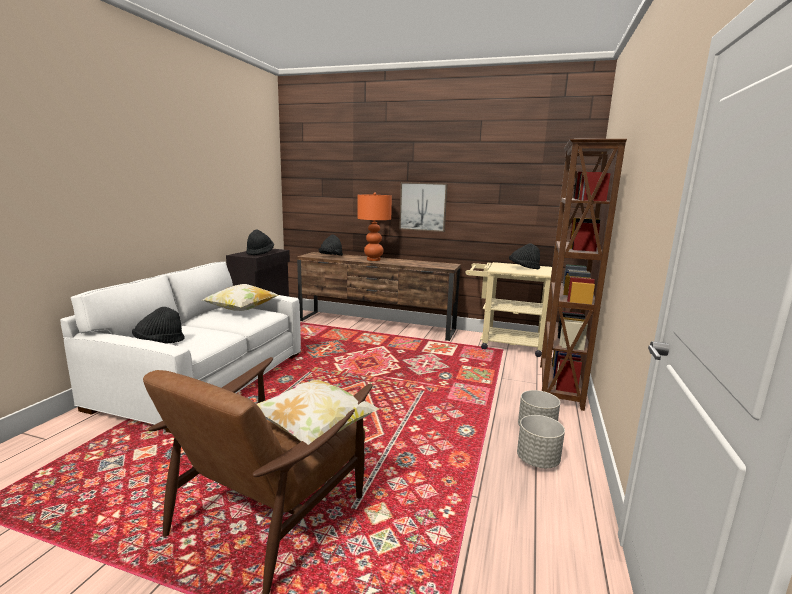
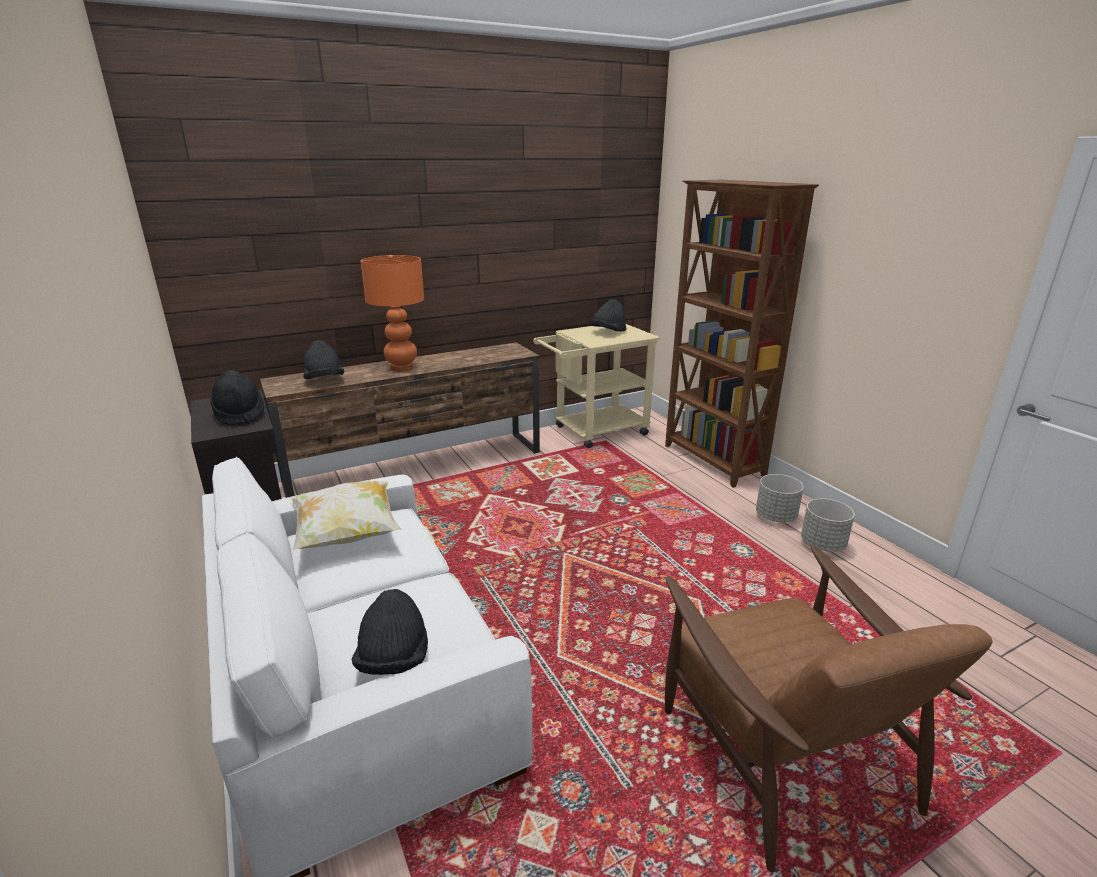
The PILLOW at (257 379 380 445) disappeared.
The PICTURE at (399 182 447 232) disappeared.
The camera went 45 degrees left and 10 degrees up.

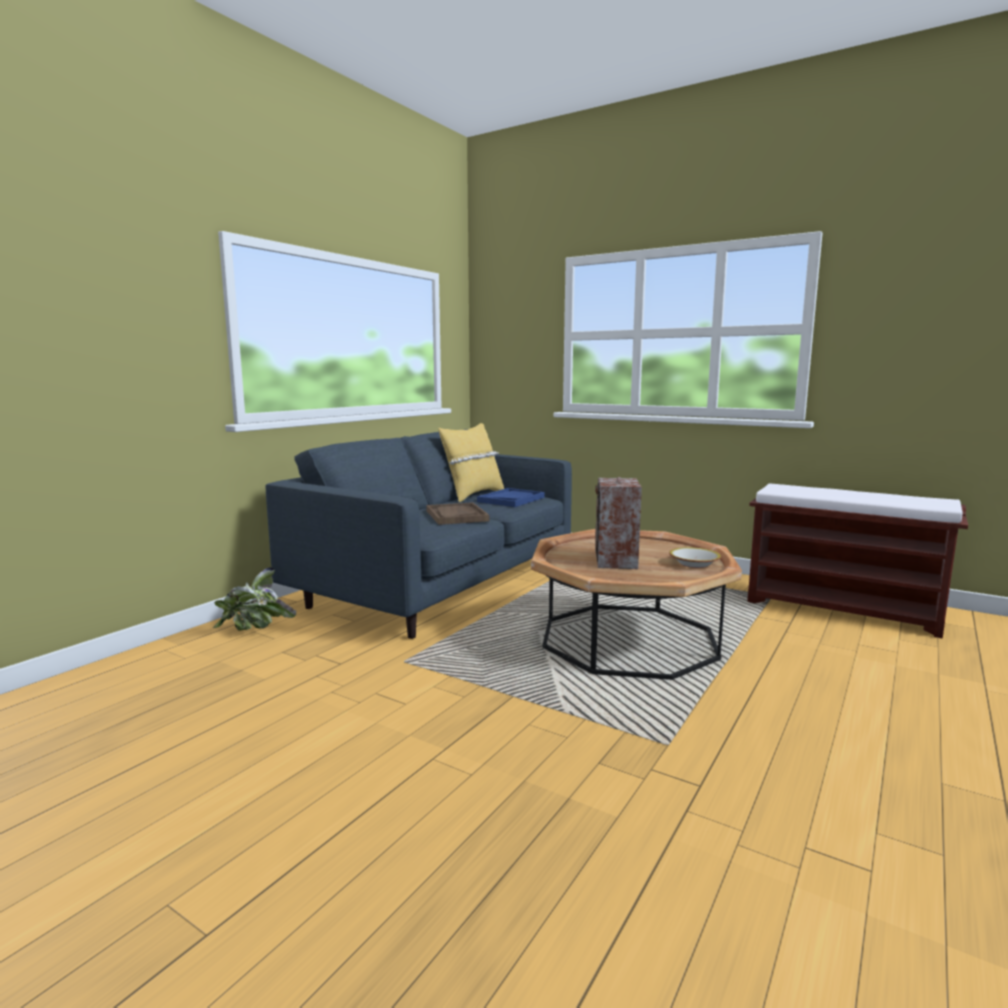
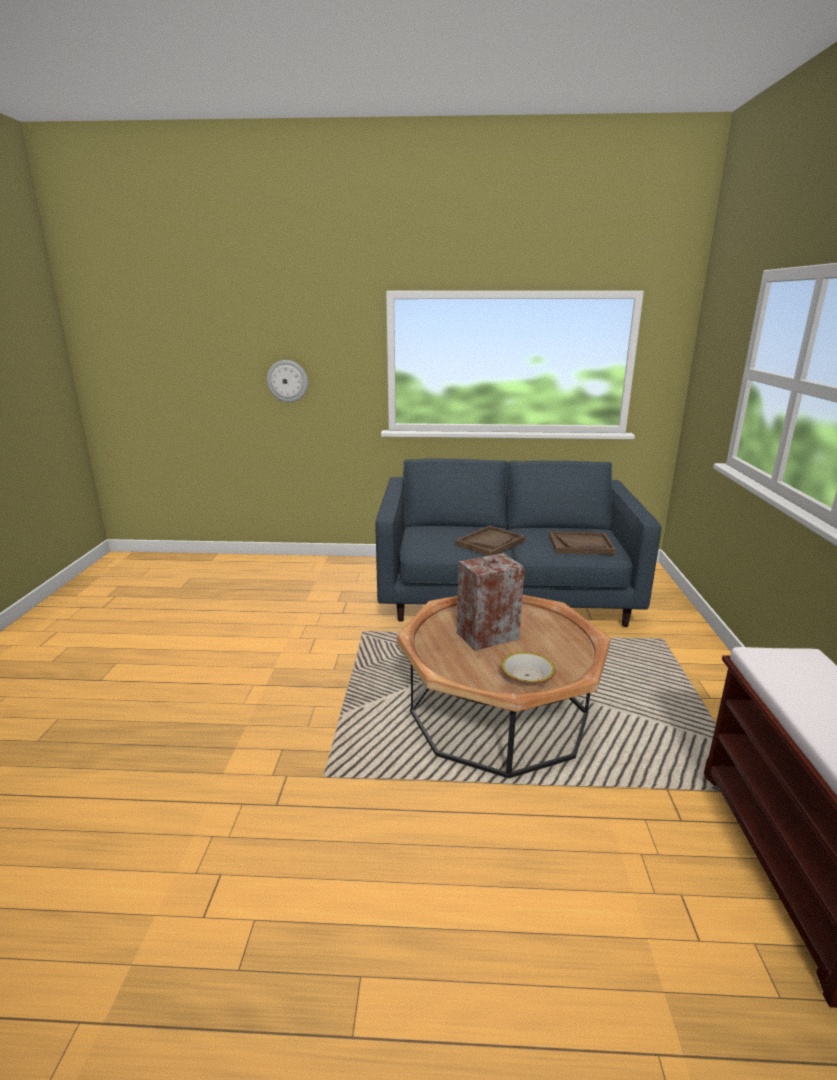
The WALL CLOCK at (267 360 308 402) appeared.
The BLUE TRAY at (477 488 545 507) became the BROWN TRAY at (549 531 616 555).
The POTTED PLANT at (213 567 296 631) disappeared.
The YELLOW PILLOW at (438 423 504 502) disappeared.
The camera went 60 degrees right and 10 degrees up.

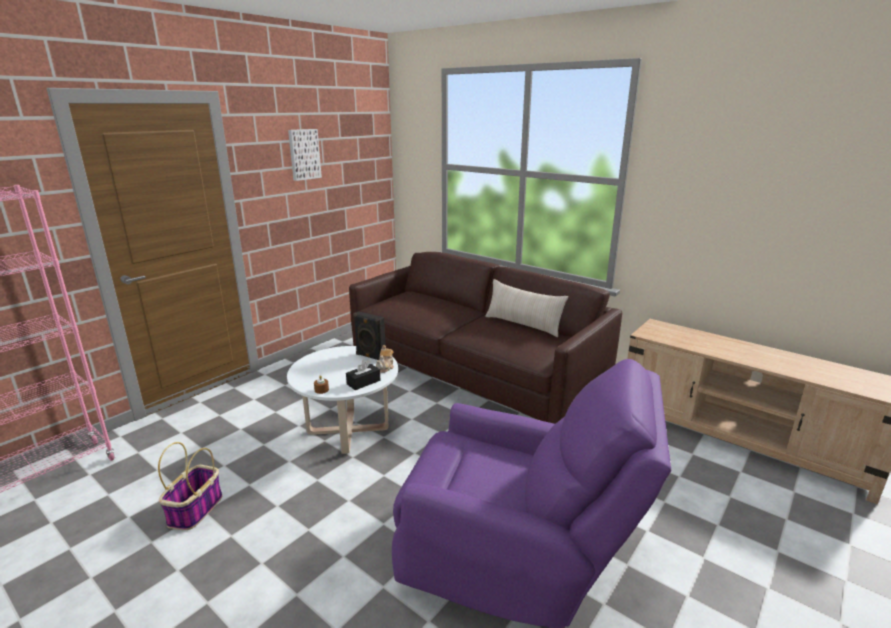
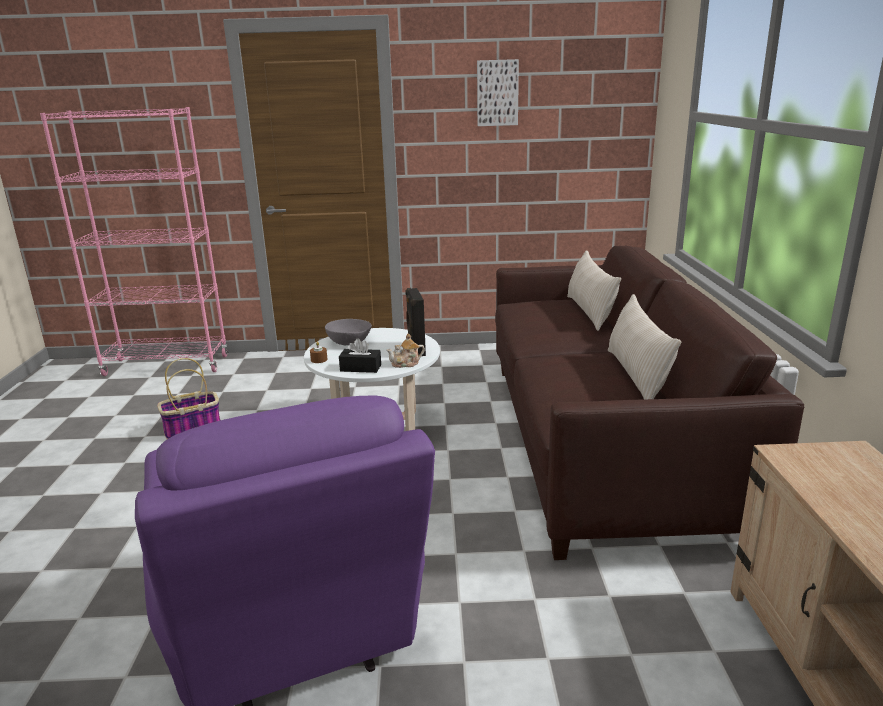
The GREY BOWL at (325 319 372 345) appeared.
The BEIGE PILLOW at (567 250 621 331) appeared.
The camera went 50 degrees right and 0 degrees up.

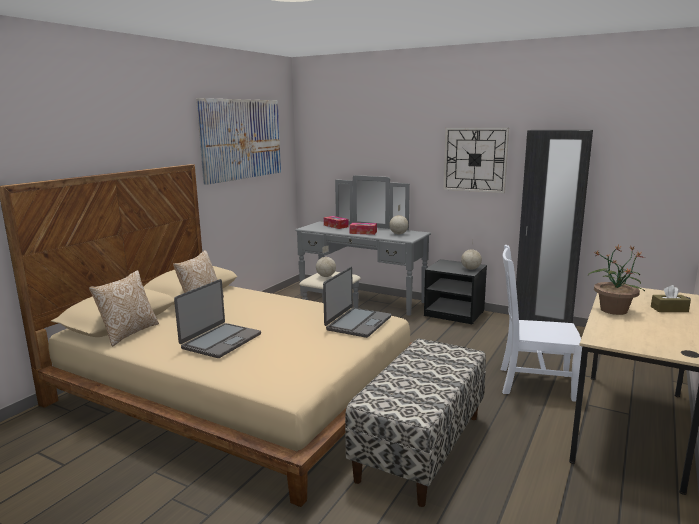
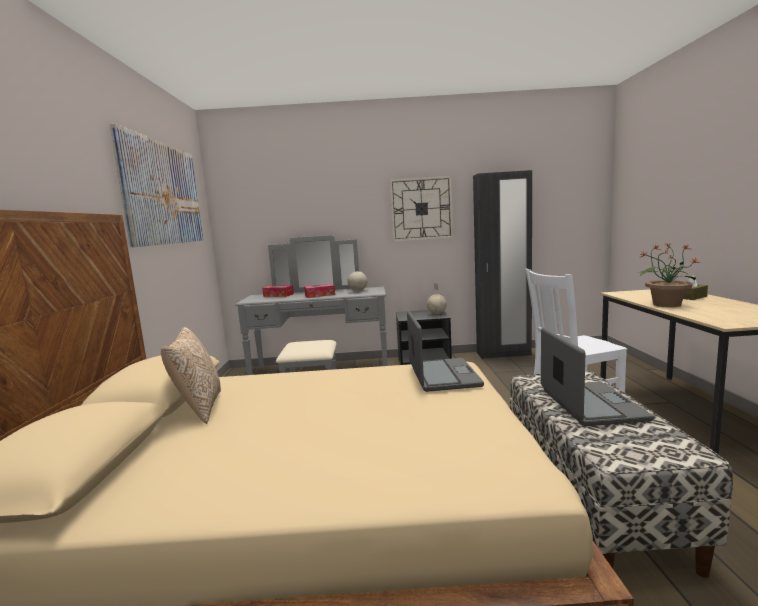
The LAPTOP moved from (174 279 261 358) to (541 327 654 426).
The PILLOW at (89 270 159 347) disappeared.
The GLOBE at (316 246 336 277) disappeared.
The camera went 30 degrees left and 5 degrees down.

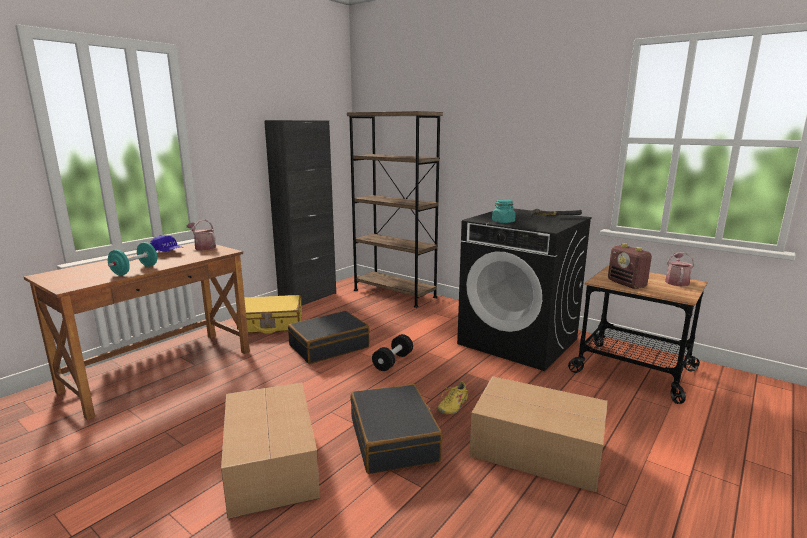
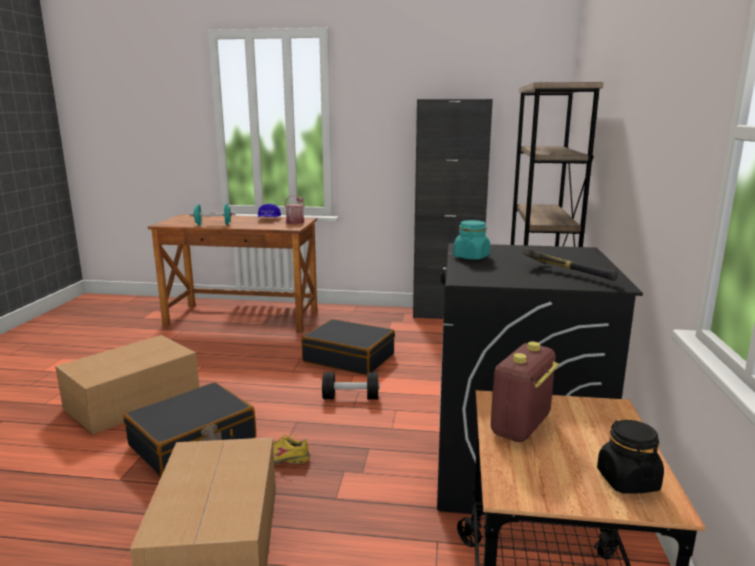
The WATERING CAN at (665 252 694 287) was replaced by the BLACK JAR at (597 420 664 494).
The YELLOW SUITCASE at (236 295 302 334) disappeared.
The camera went 60 degrees right and 0 degrees up.

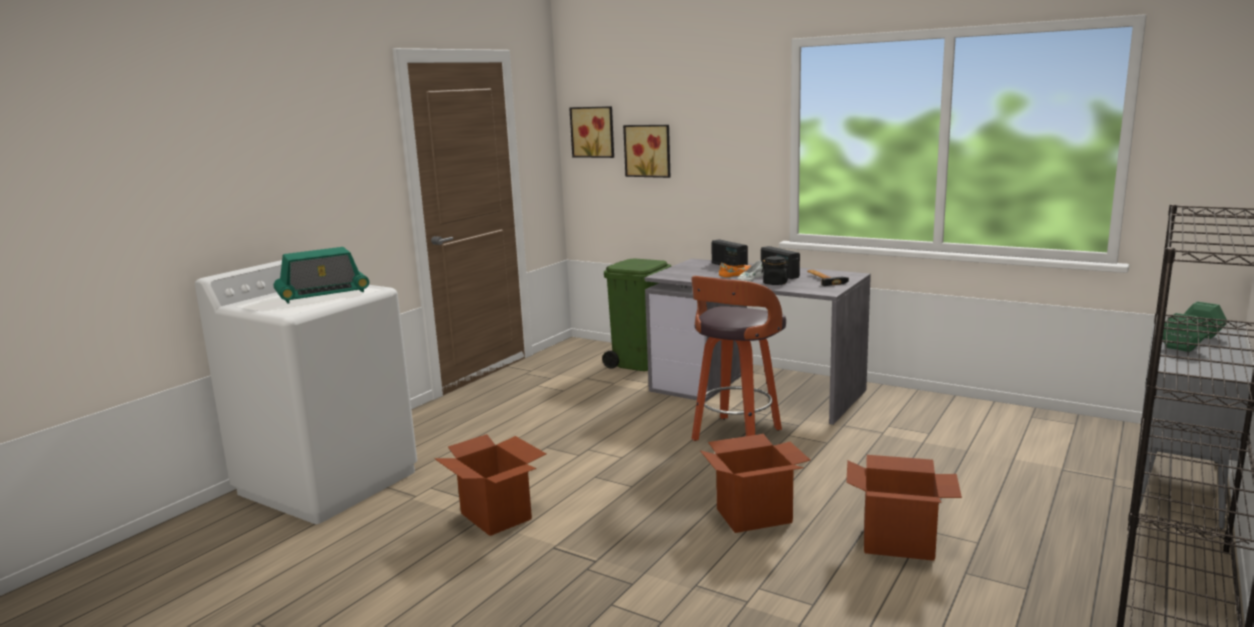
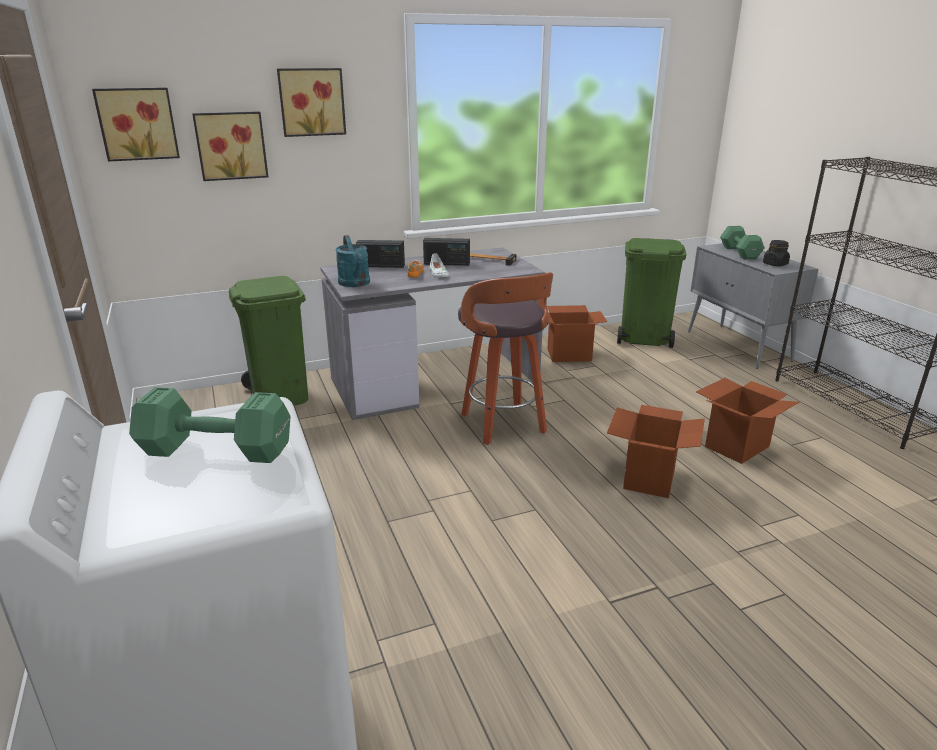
The RADIO at (274 247 369 304) was replaced by the GREEN DUMBBELL at (129 387 291 463).
The PICTURE at (277 68 346 137) appeared.
The TURQUOISE WATERING CAN at (335 235 370 287) appeared.
The CARDBOARD BOX moved from (434 434 546 536) to (547 305 607 362).
The GREEN TRASH CAN at (617 238 686 348) appeared.
The BLACK JAR moved from (761 256 791 285) to (763 240 790 266).
The camera went 55 degrees left and 10 degrees up.

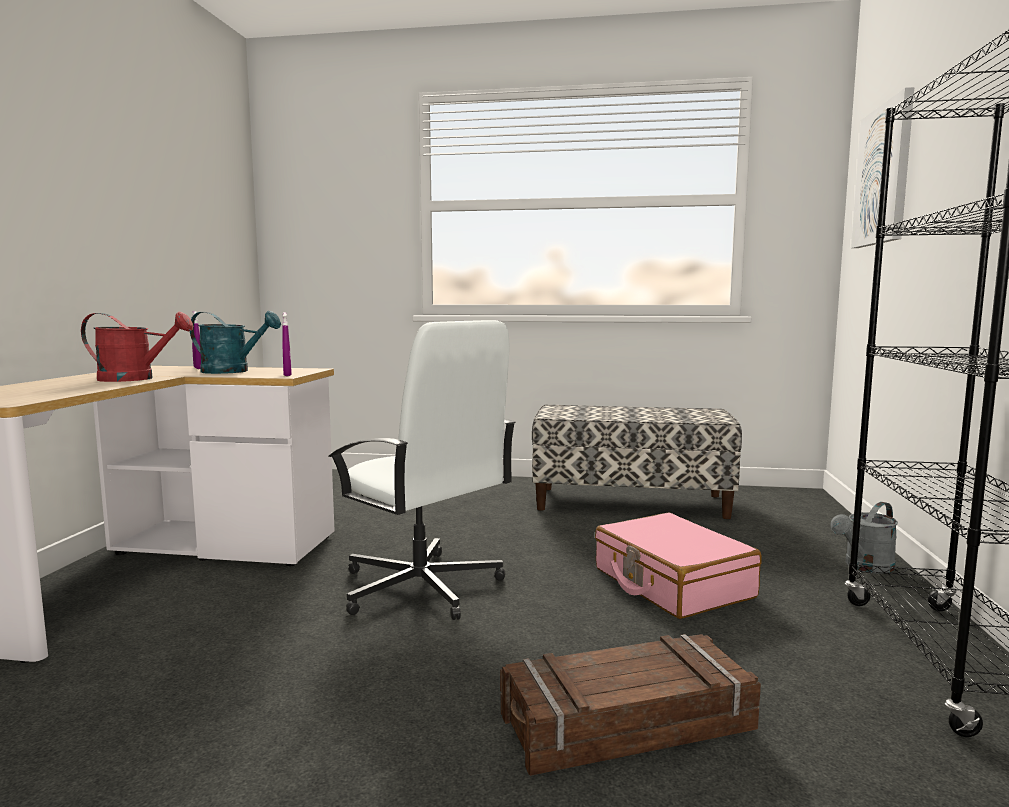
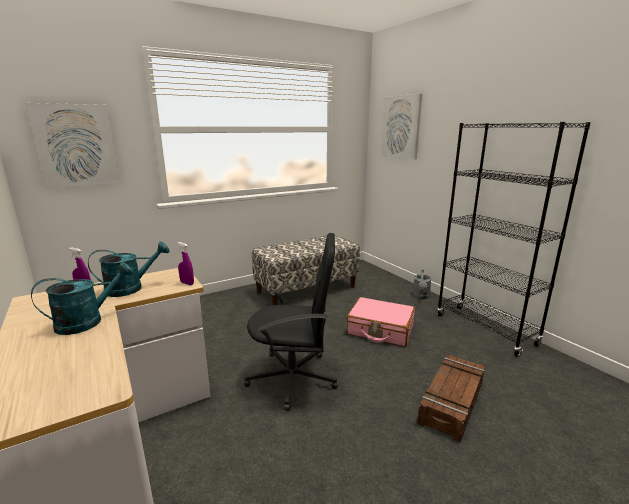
The PICTURE at (26 103 120 188) appeared.
The RED WATERING CAN at (81 312 193 382) became the TURQUOISE WATERING CAN at (31 262 133 335).
The WHITE OFFICE CHAIR at (328 320 516 620) became the BLACK OFFICE CHAIR at (244 233 338 411).
The camera went 40 degrees left and 10 degrees up.

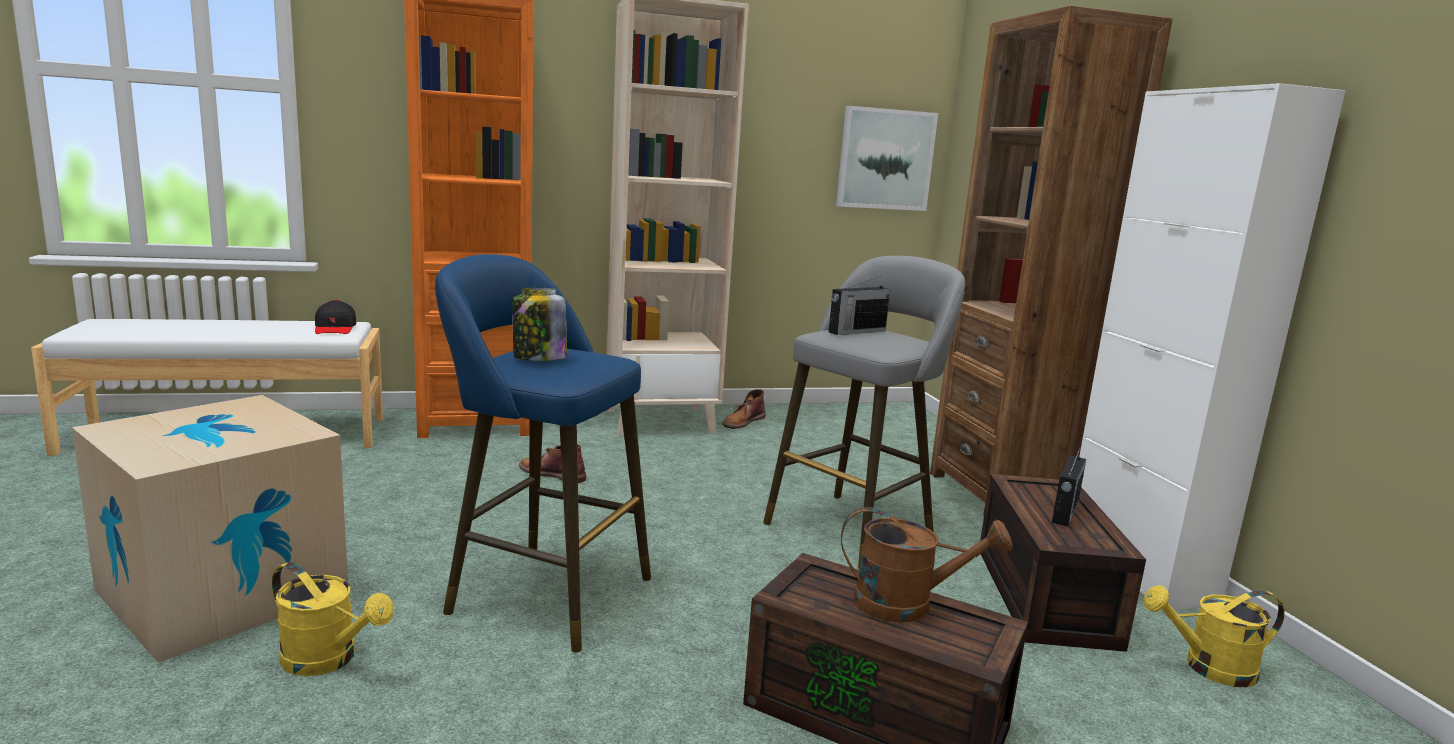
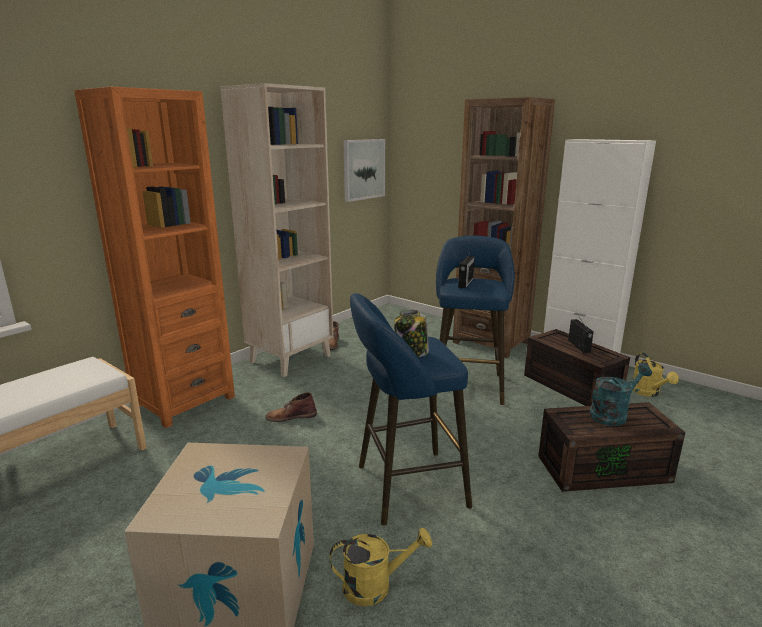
The GREY STOOL at (763 256 965 569) became the BLUE STOOL at (436 236 515 405).
The BROWN WATERING CAN at (841 507 1013 623) became the TURQUOISE WATERING CAN at (590 364 652 426).
The YELLOW WATERING CAN at (1143 585 1285 687) turned 60 degrees counterclockwise.
The BLACK CAP at (315 300 356 334) disappeared.
The camera went 35 degrees left and 5 degrees up.

